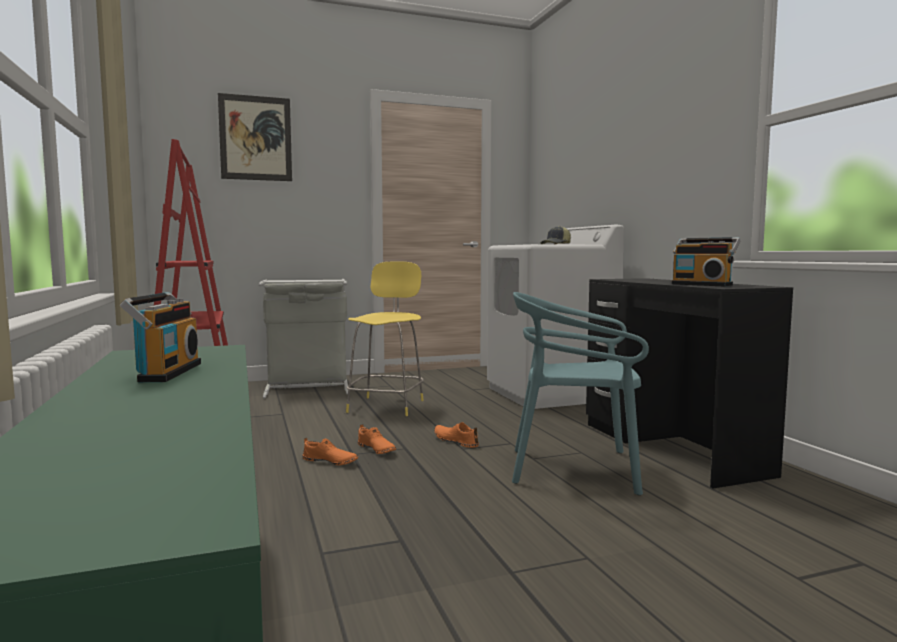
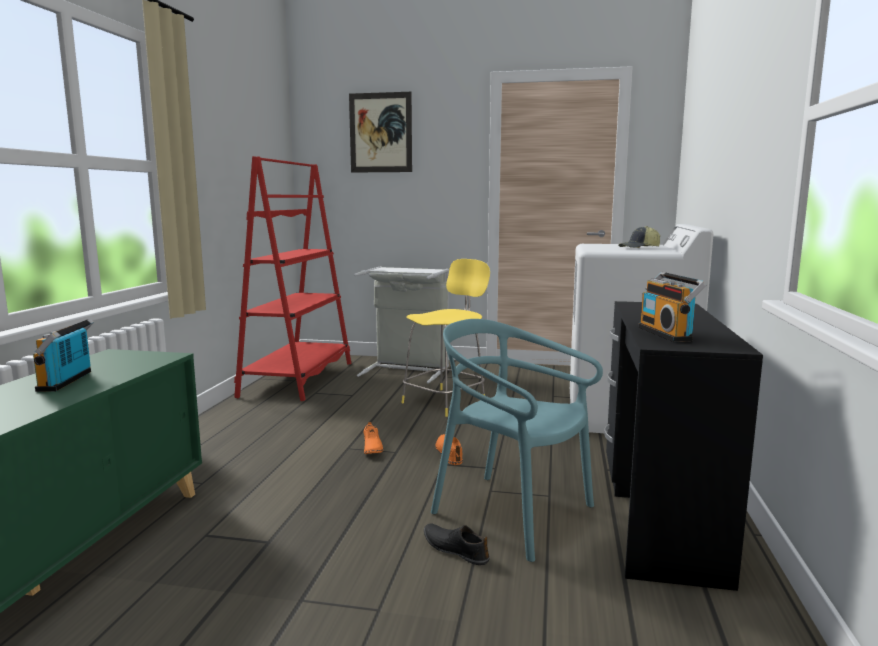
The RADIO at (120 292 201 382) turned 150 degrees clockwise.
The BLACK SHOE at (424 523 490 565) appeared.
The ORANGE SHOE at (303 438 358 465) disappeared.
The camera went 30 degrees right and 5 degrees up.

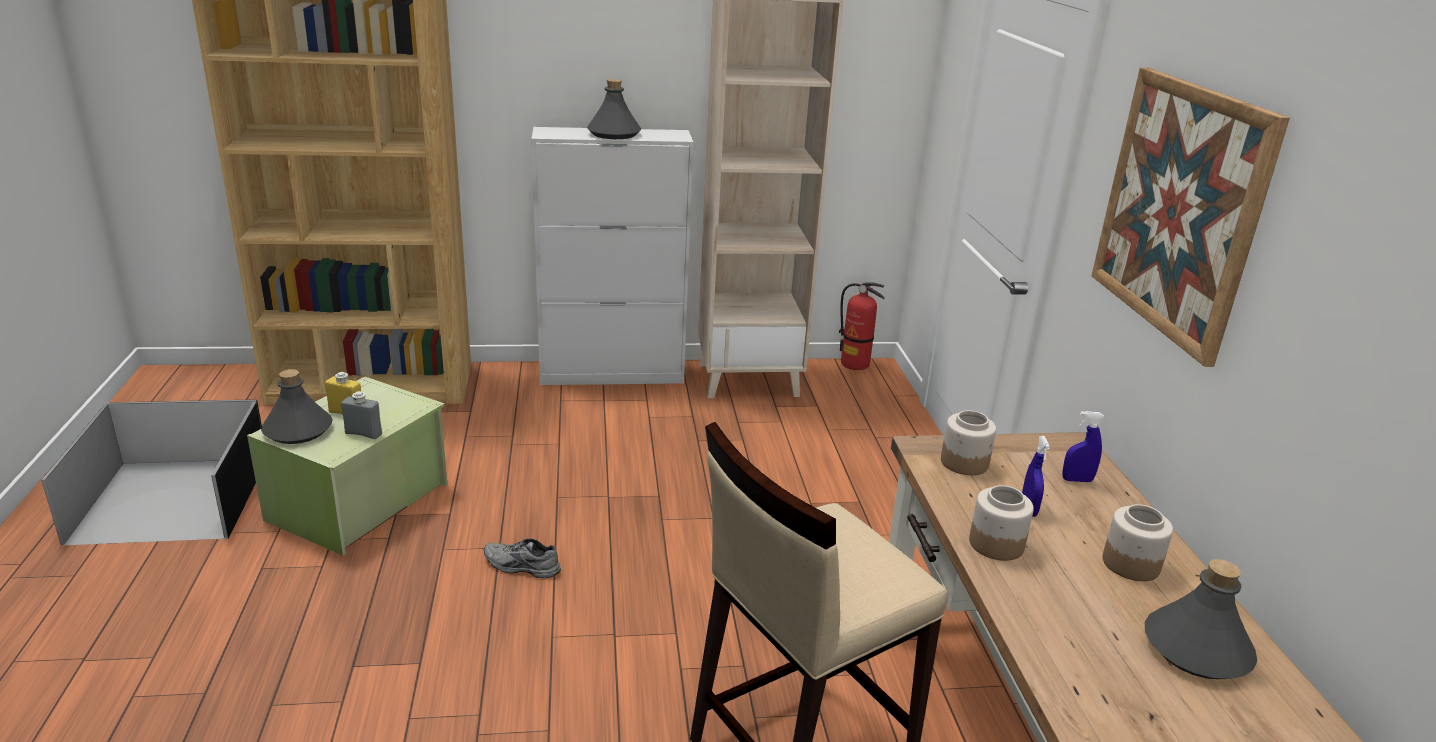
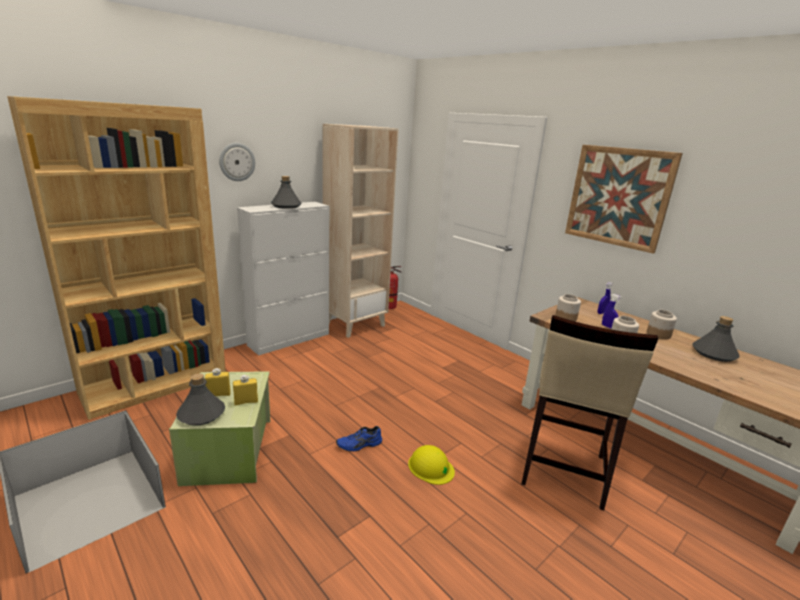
The WALL CLOCK at (219 143 255 181) appeared.
The GREY BOTTLE at (341 391 382 439) became the YELLOW BOTTLE at (233 375 258 406).
The GREY SHOE at (484 538 561 578) became the BLUE SHOE at (336 426 382 452).
The YELLOW HARD HAT at (408 445 455 485) appeared.
The camera went 35 degrees left and 5 degrees down.

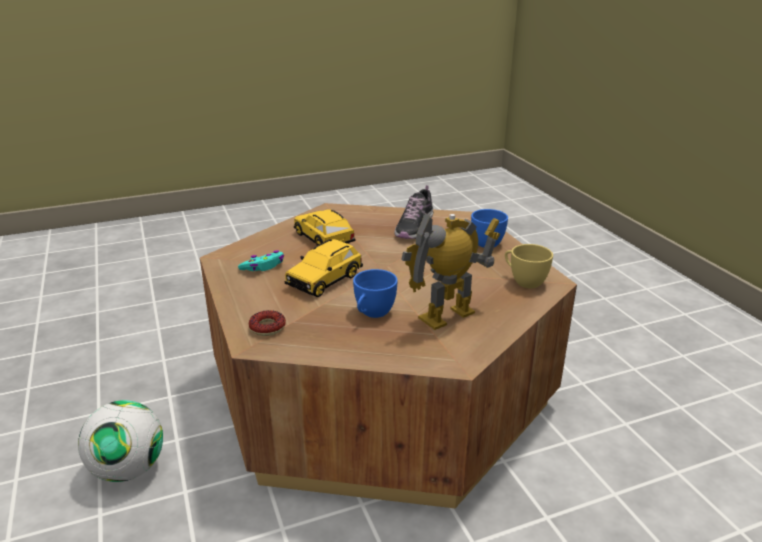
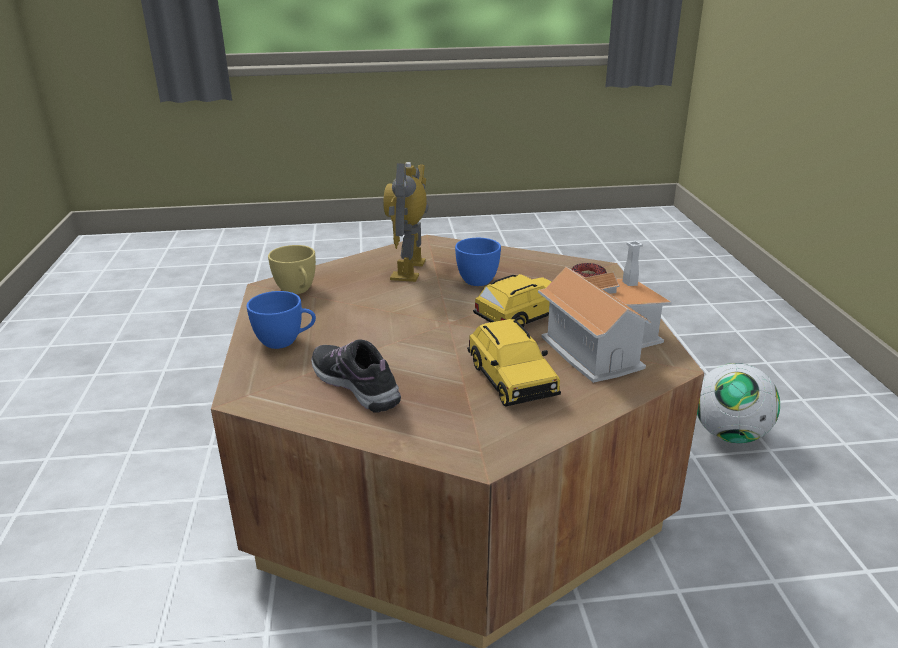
The SHOE at (394 185 433 239) turned 75 degrees counterclockwise.
The TOY ROBOT at (401 213 500 330) turned 120 degrees clockwise.
The TURQUOISE GAME CONTROLLER at (238 250 284 271) was replaced by the TOY HOUSE at (538 241 672 383).
The camera went 165 degrees left and 0 degrees up.

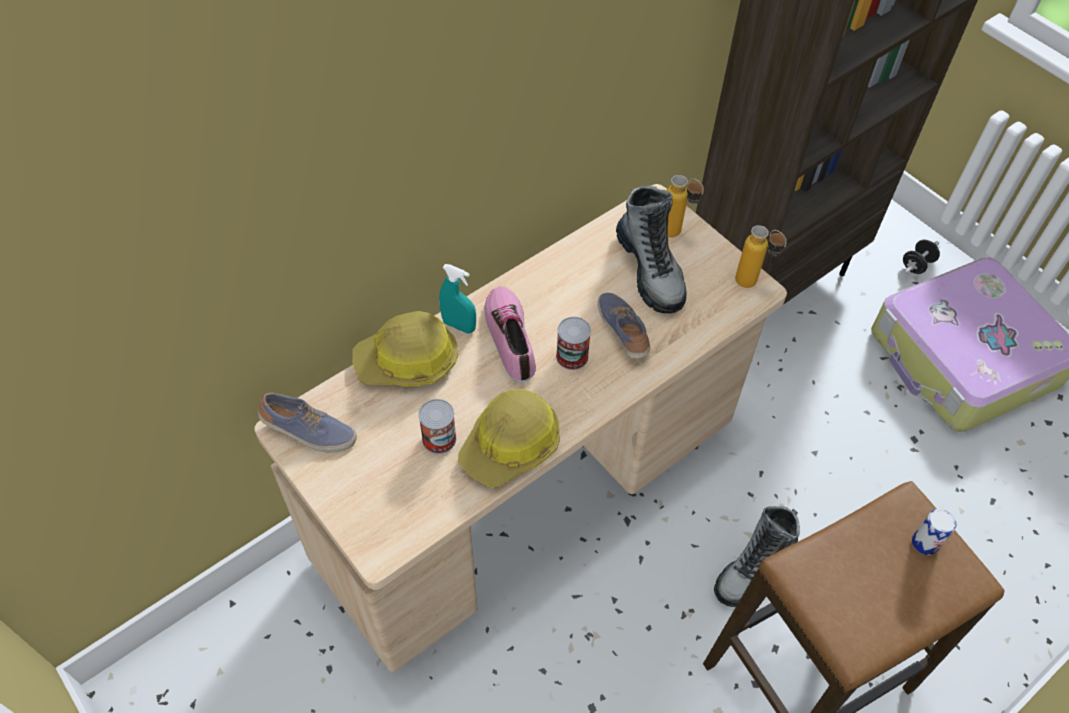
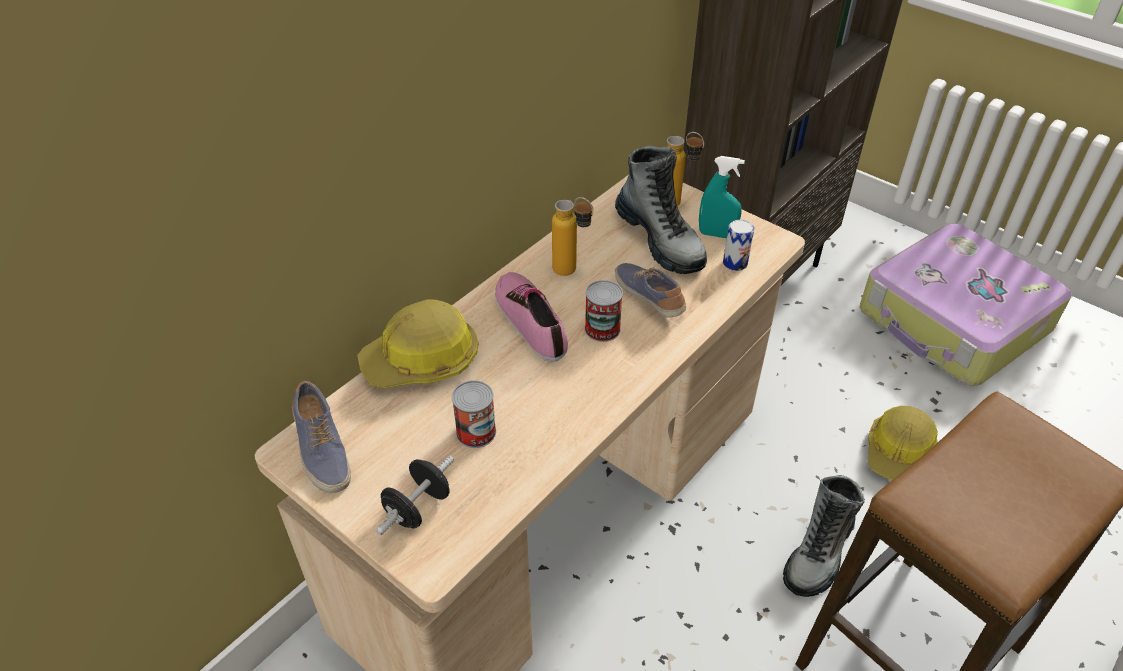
The SHOE at (258 392 357 453) turned 60 degrees clockwise.
The BLACK DUMBBELL moved from (903 240 940 274) to (376 456 454 535).
The BOTTLE moved from (735 225 787 288) to (552 197 593 276).
The TURQUOISE SPRAY BOTTLE moved from (439 264 476 334) to (699 156 745 239).
The CAN moved from (912 509 957 555) to (723 220 754 271).
The HARD HAT moved from (458 389 560 488) to (868 406 938 480).
The camera went 10 degrees left and 10 degrees down.

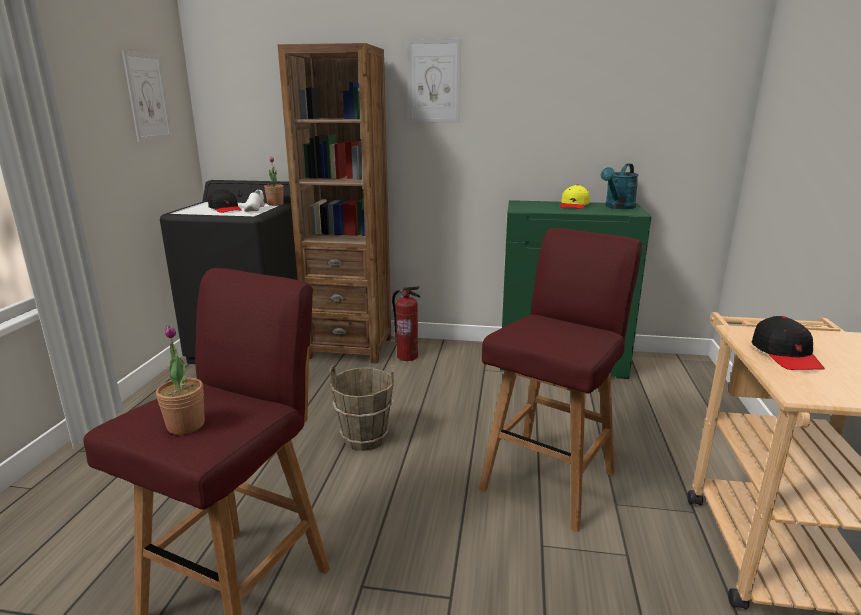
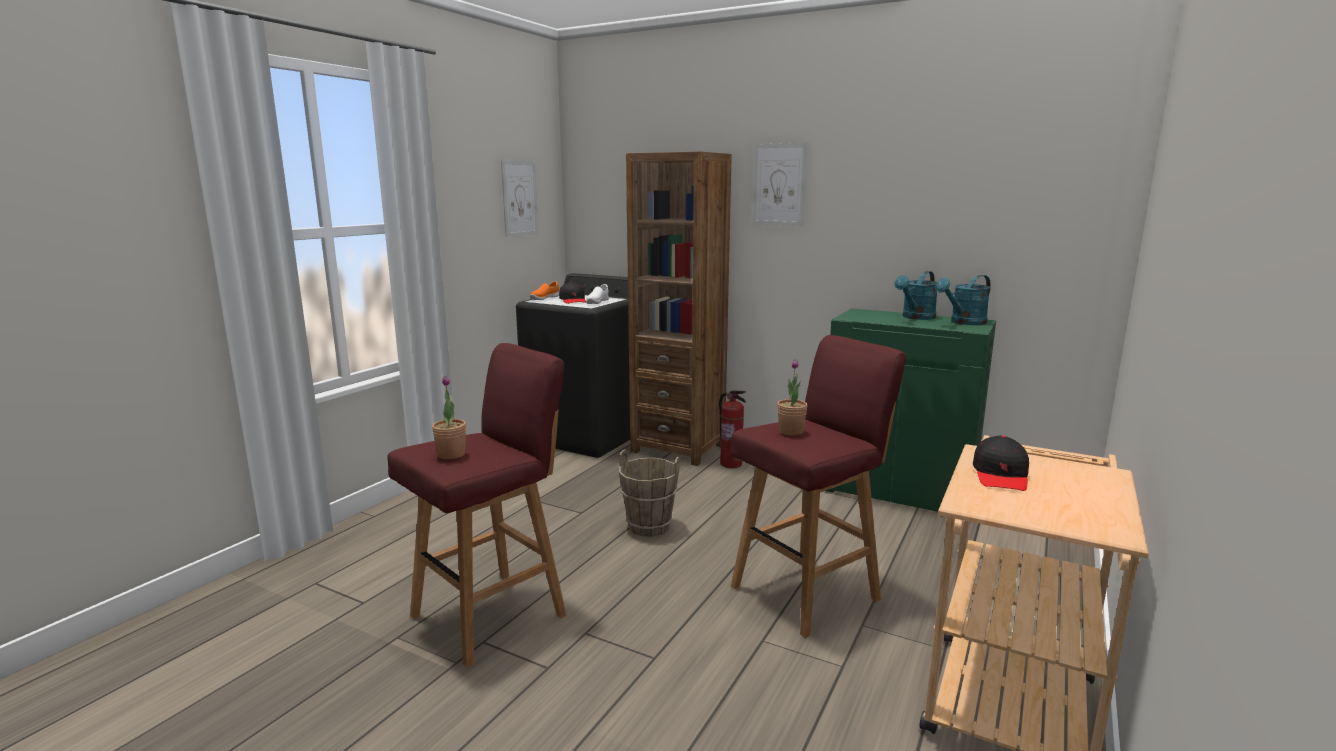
The ORANGE SHOE at (530 281 559 300) appeared.
The POTTED PLANT moved from (264 157 283 206) to (777 360 808 436).
The YELLOW CAP at (560 184 590 209) was replaced by the TURQUOISE WATERING CAN at (894 271 937 320).
The camera went 20 degrees right and 5 degrees down.

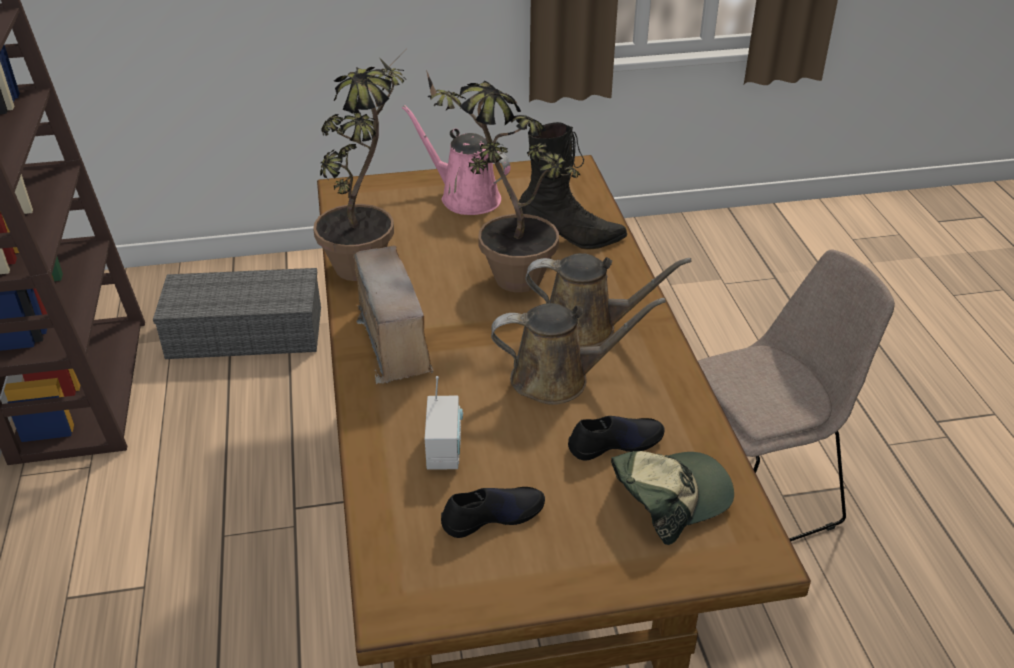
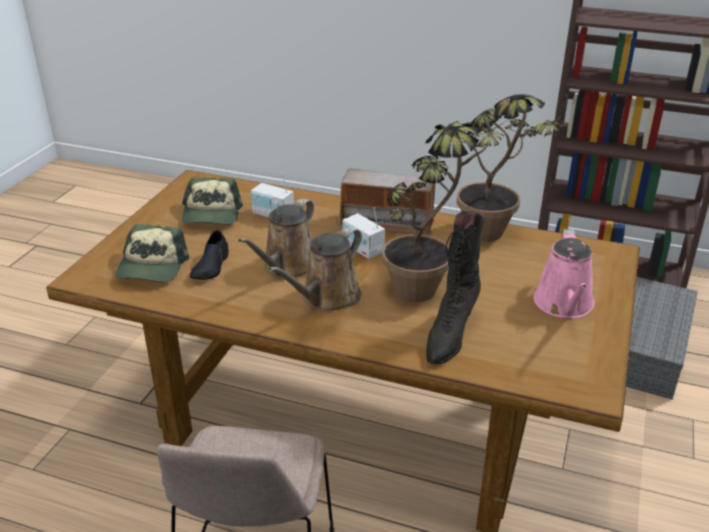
The BLACK SHOE at (441 487 545 538) was replaced by the CAP at (182 177 243 225).
The RADIO at (342 207 385 259) appeared.
The PINK WATERING CAN at (402 105 511 215) turned 120 degrees clockwise.
The camera went 120 degrees right and 5 degrees down.

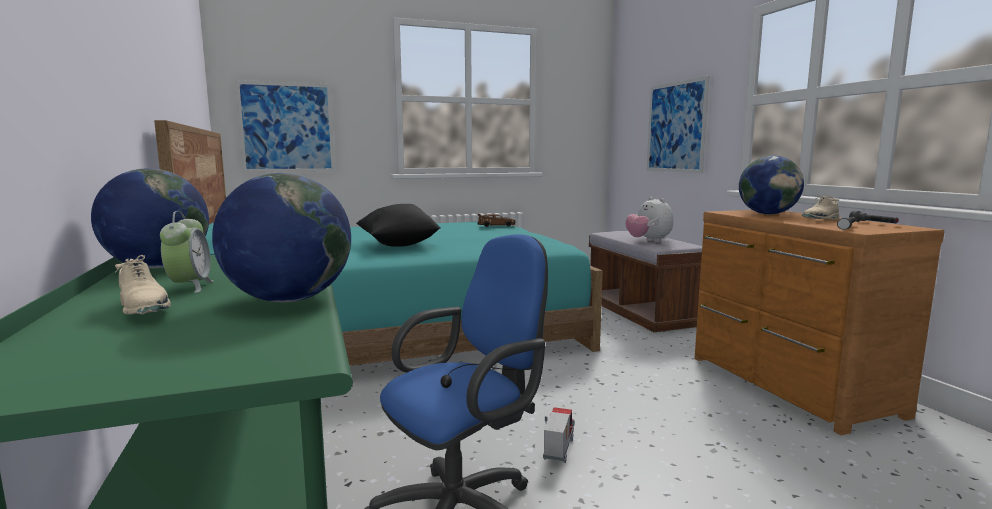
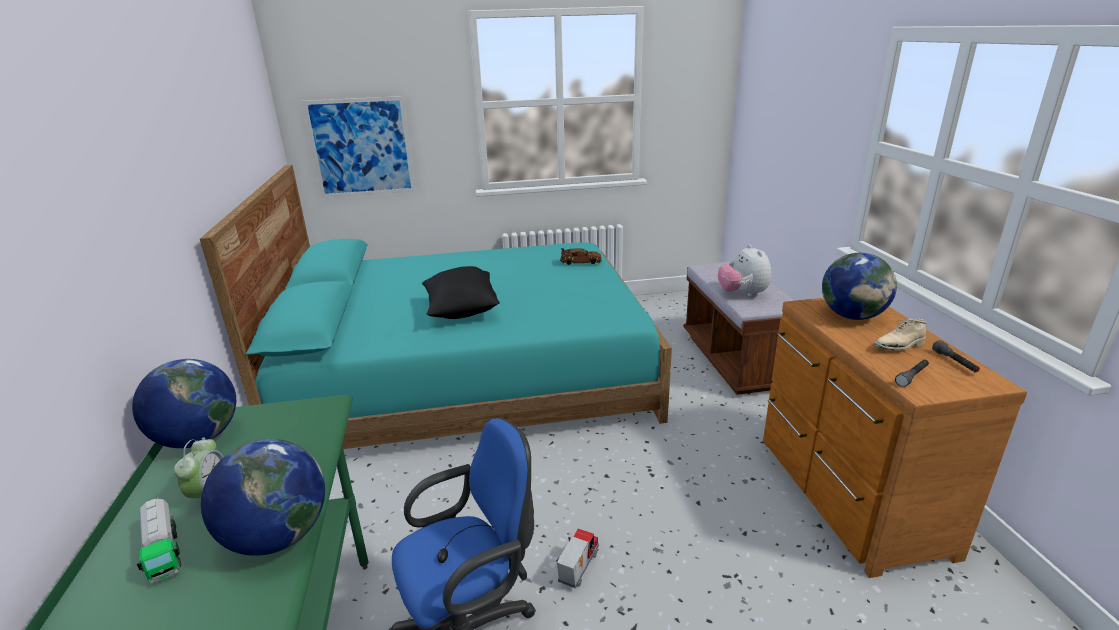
The BEIGE SHOE at (115 255 171 315) was replaced by the TOY TRUCK at (137 497 181 583).
The PICTURE at (647 76 710 173) disappeared.
The camera went 10 degrees right and 15 degrees up.

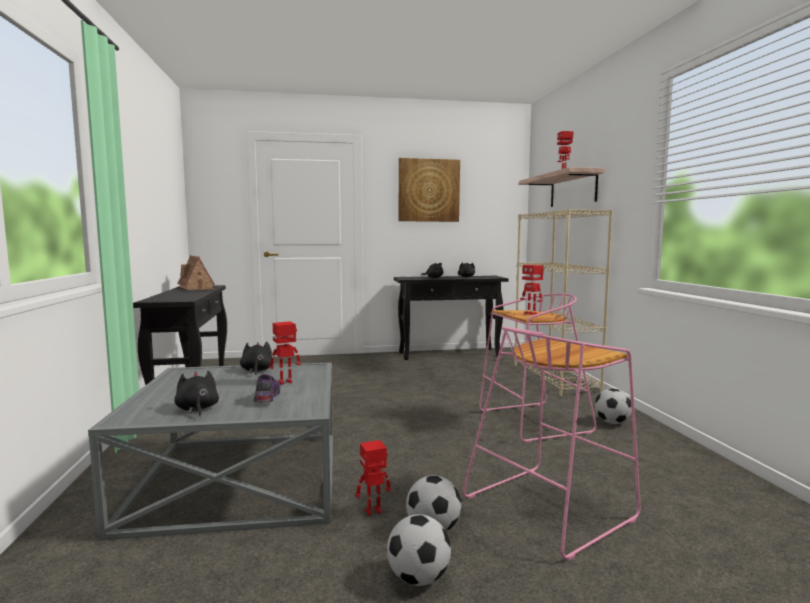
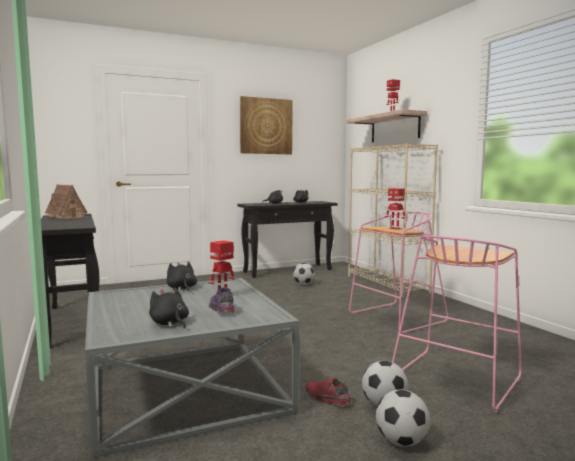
The FOOTBALL moved from (595 388 632 424) to (293 263 315 285).
The TOY ROBOT at (355 440 391 516) was replaced by the RED SHOE at (306 378 352 406).
The camera went 15 degrees left and 0 degrees up.

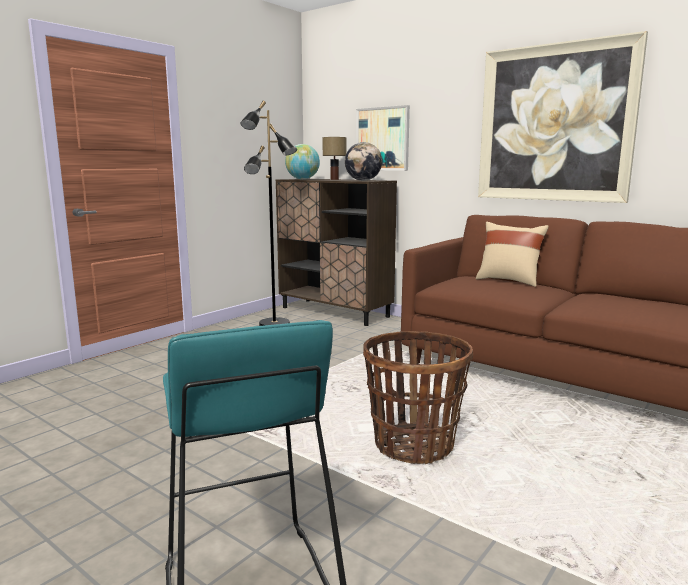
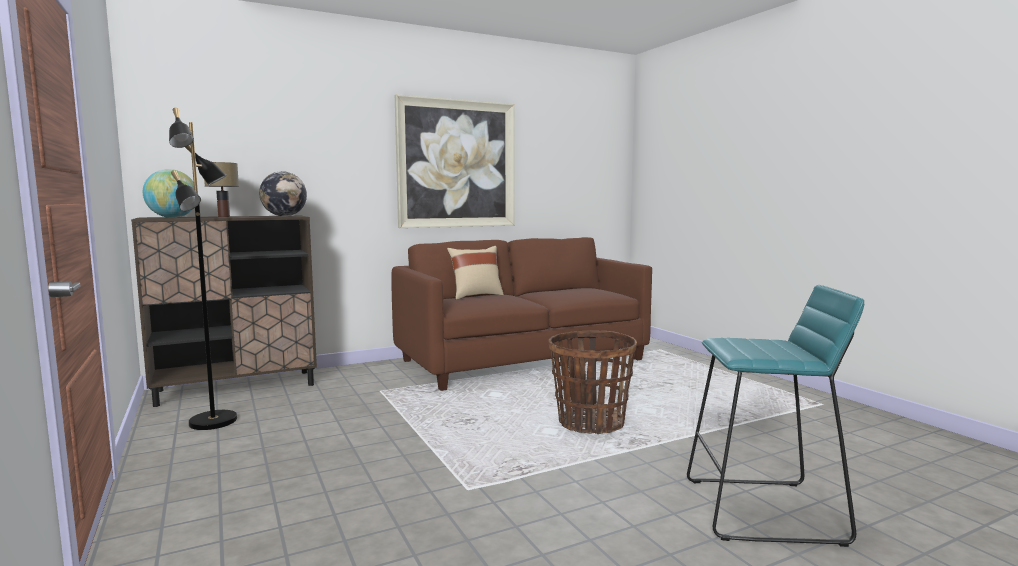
The PICTURE at (356 105 410 171) disappeared.
The camera went 65 degrees left and 5 degrees down.

